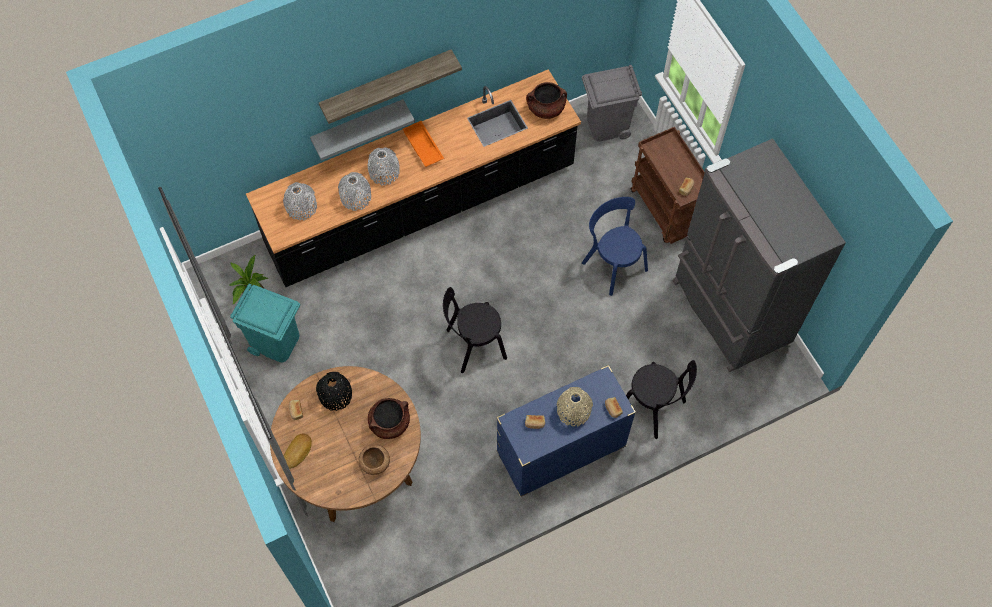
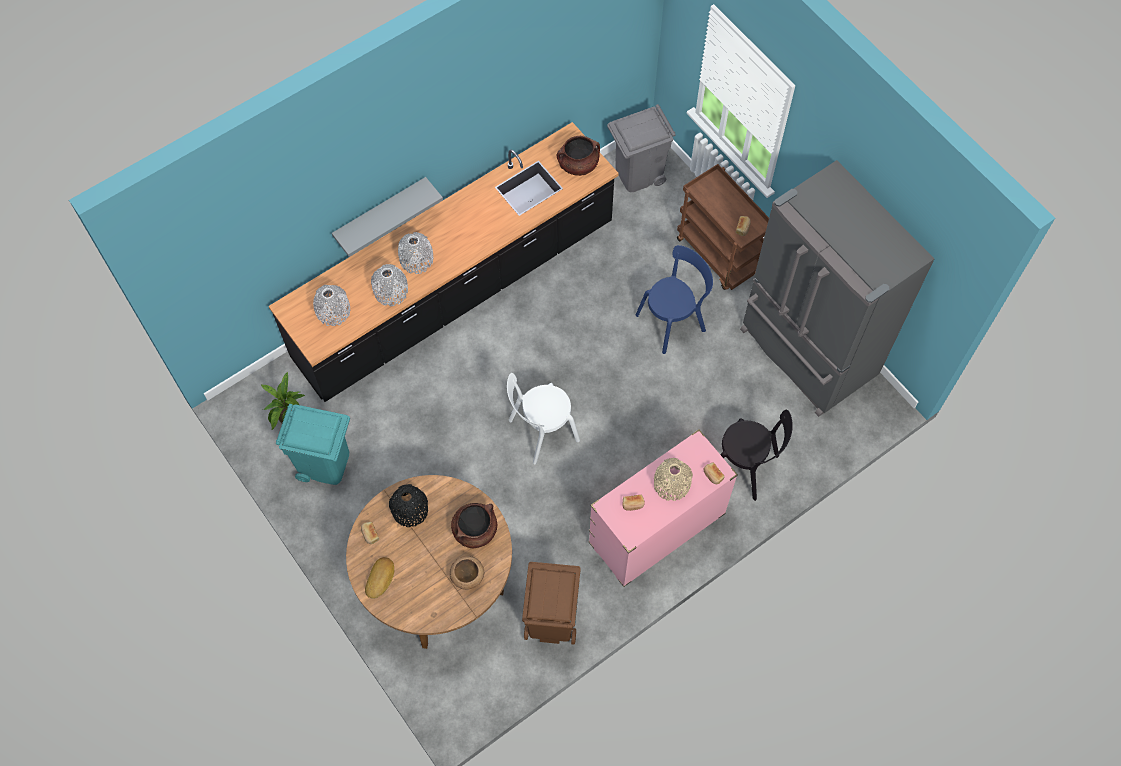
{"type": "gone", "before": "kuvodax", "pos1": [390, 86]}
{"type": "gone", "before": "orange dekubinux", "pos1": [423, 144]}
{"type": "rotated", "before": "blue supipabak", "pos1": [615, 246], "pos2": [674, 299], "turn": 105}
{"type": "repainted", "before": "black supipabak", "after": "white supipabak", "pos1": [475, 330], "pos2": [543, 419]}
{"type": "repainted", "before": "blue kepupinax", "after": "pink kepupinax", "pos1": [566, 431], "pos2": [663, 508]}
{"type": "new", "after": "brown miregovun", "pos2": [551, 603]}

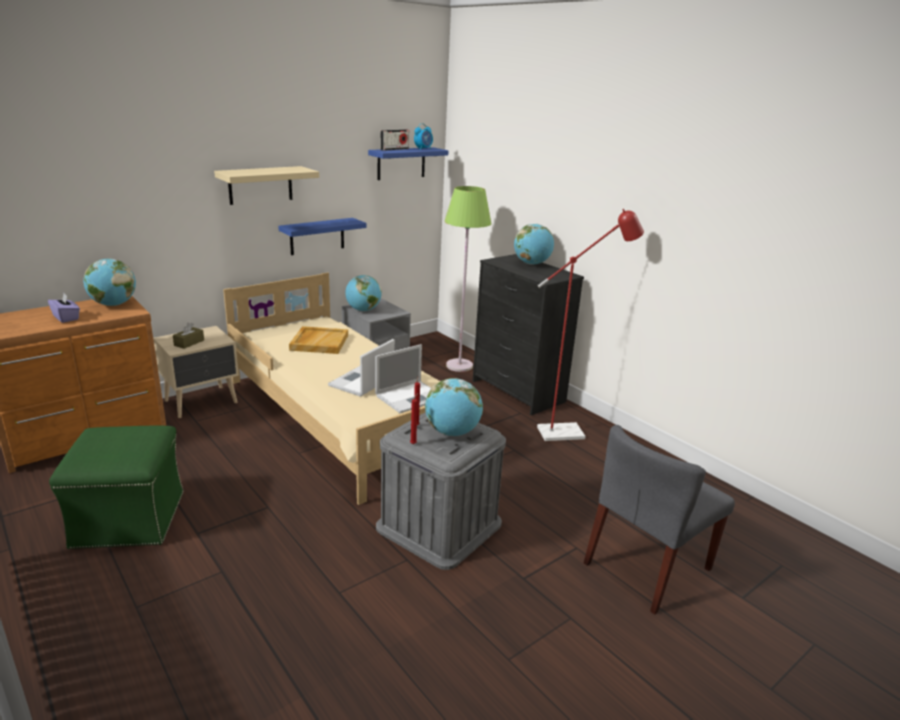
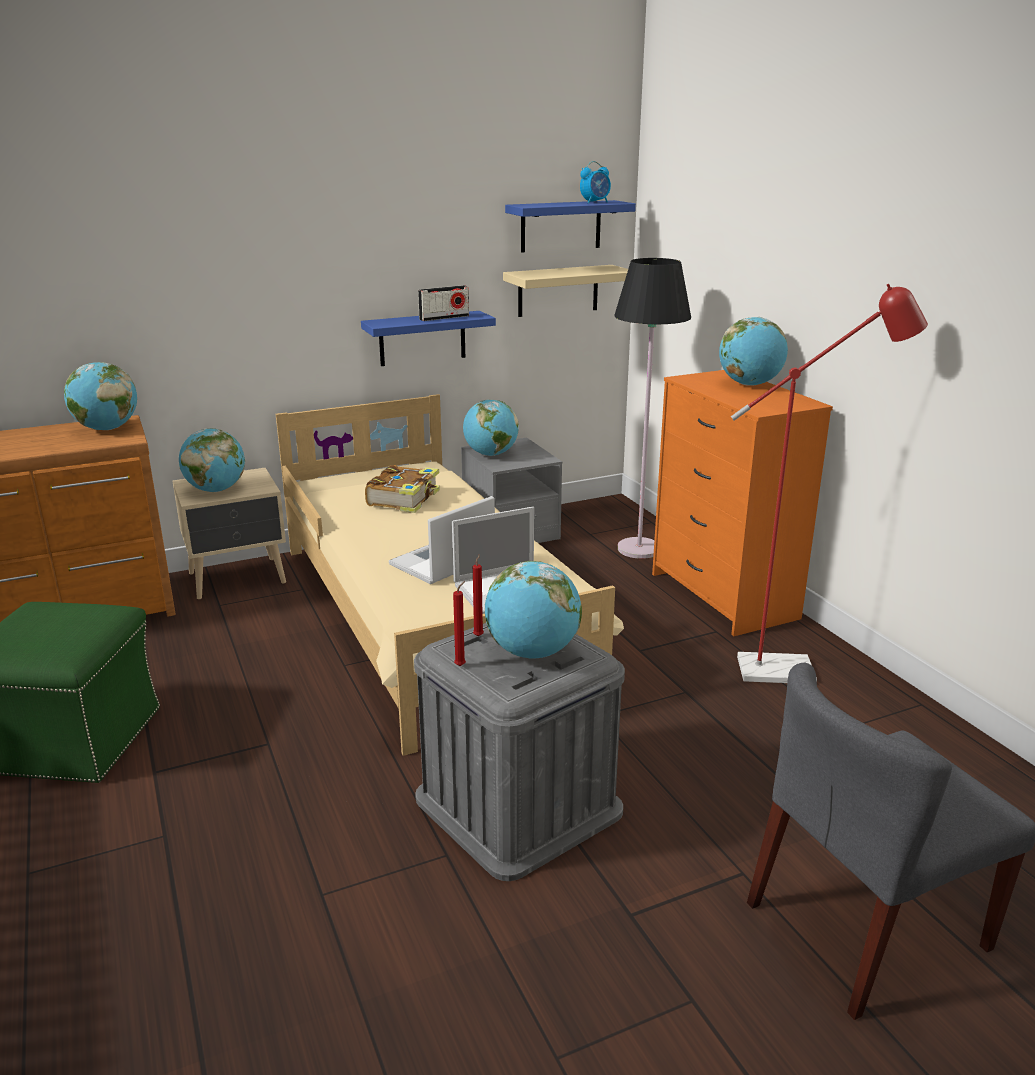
{"type": "shifted", "before": "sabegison", "pos1": [394, 140], "pos2": [443, 303]}
{"type": "shifted", "before": "beige kuvodax", "pos1": [266, 185], "pos2": [565, 291]}
{"type": "repainted", "before": "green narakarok", "after": "black narakarok", "pos1": [467, 279], "pos2": [652, 408]}
{"type": "repainted", "before": "black kepupinax", "after": "orange kepupinax", "pos1": [528, 334], "pos2": [742, 503]}
{"type": "gone", "before": "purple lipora", "pos1": [64, 308]}
{"type": "swapped", "before": "brown lipora", "after": "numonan", "pos1": [188, 335], "pos2": [212, 460]}
{"type": "swapped", "before": "beige dekubinux", "after": "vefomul", "pos1": [318, 340], "pos2": [402, 489]}

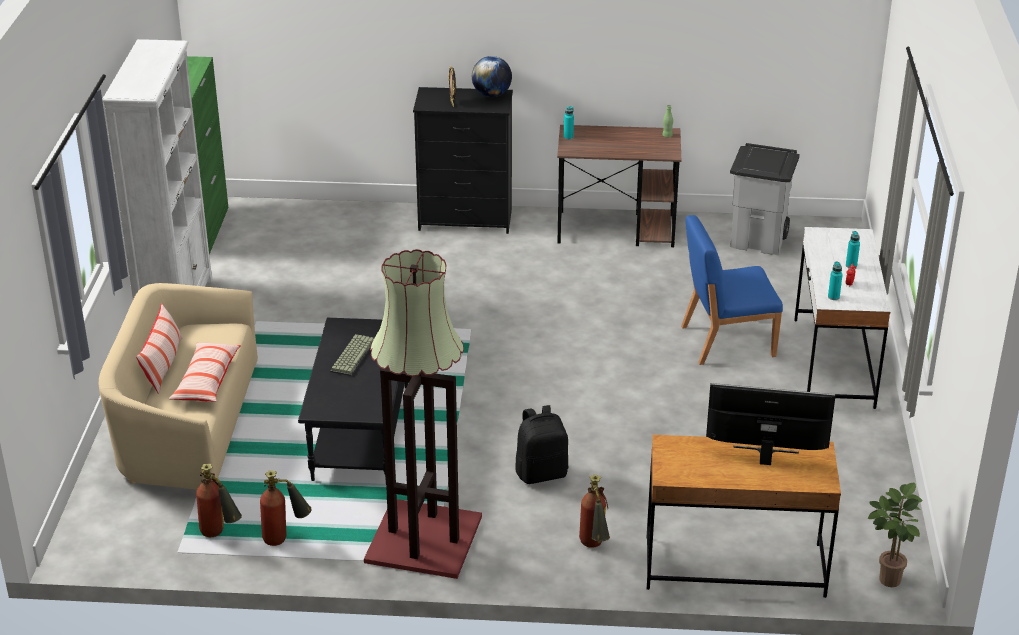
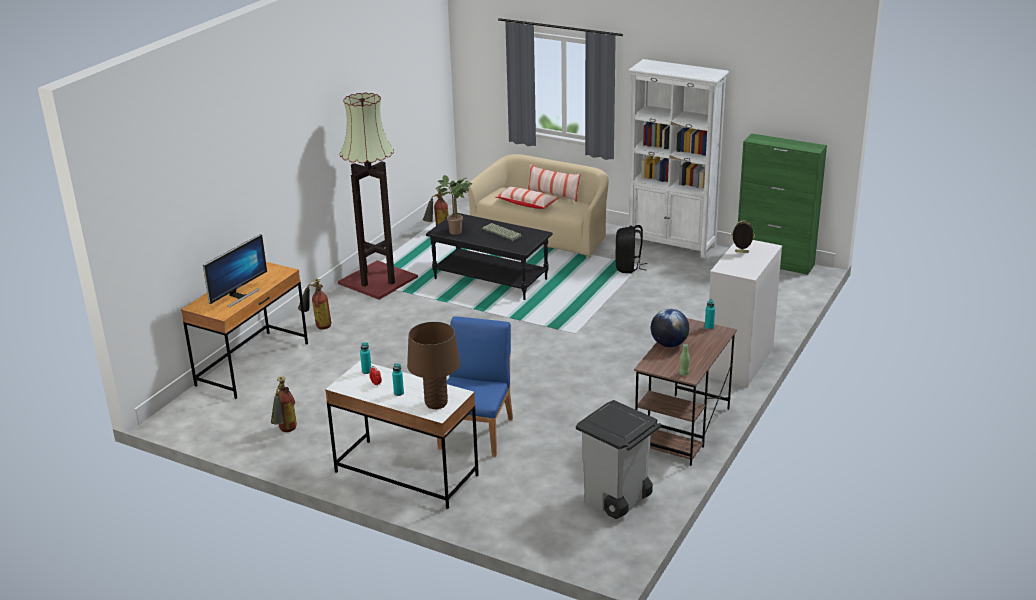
{"type": "shifted", "before": "numonan", "pos1": [492, 76], "pos2": [670, 328]}
{"type": "repainted", "before": "black kepupinax", "after": "white kepupinax", "pos1": [463, 160], "pos2": [743, 313]}
{"type": "shifted", "before": "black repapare", "pos1": [541, 444], "pos2": [631, 249]}
{"type": "shifted", "before": "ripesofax", "pos1": [286, 508], "pos2": [284, 404]}
{"type": "shifted", "before": "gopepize", "pos1": [895, 535], "pos2": [454, 205]}
{"type": "new", "after": "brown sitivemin", "pos2": [433, 366]}

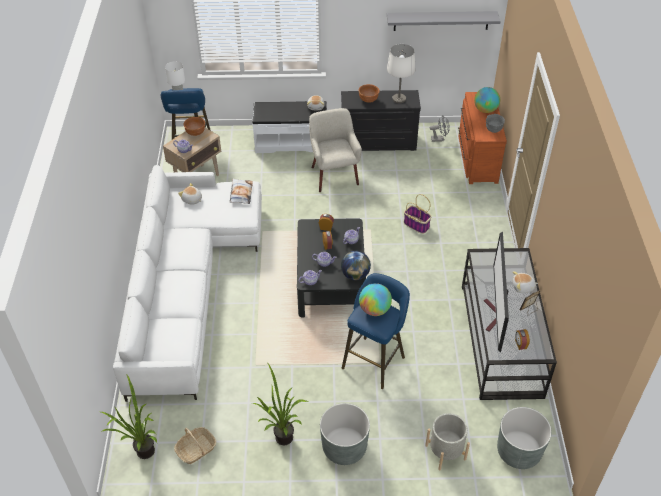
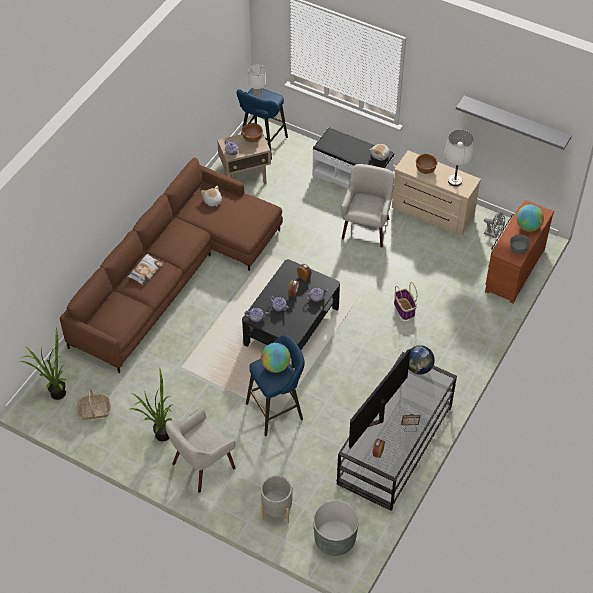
{"type": "repainted", "before": "black kepupinax", "after": "beige kepupinax", "pos1": [381, 120], "pos2": [436, 193]}
{"type": "repainted", "before": "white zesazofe", "after": "brown zesazofe", "pos1": [187, 283], "pos2": [171, 265]}
{"type": "shifted", "before": "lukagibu", "pos1": [241, 191], "pos2": [145, 269]}
{"type": "shifted", "before": "numonan", "pos1": [356, 265], "pos2": [422, 360]}
{"type": "gone", "before": "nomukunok", "pos1": [525, 282]}
{"type": "swapped", "before": "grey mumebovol", "after": "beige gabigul", "pos1": [345, 434], "pos2": [200, 450]}

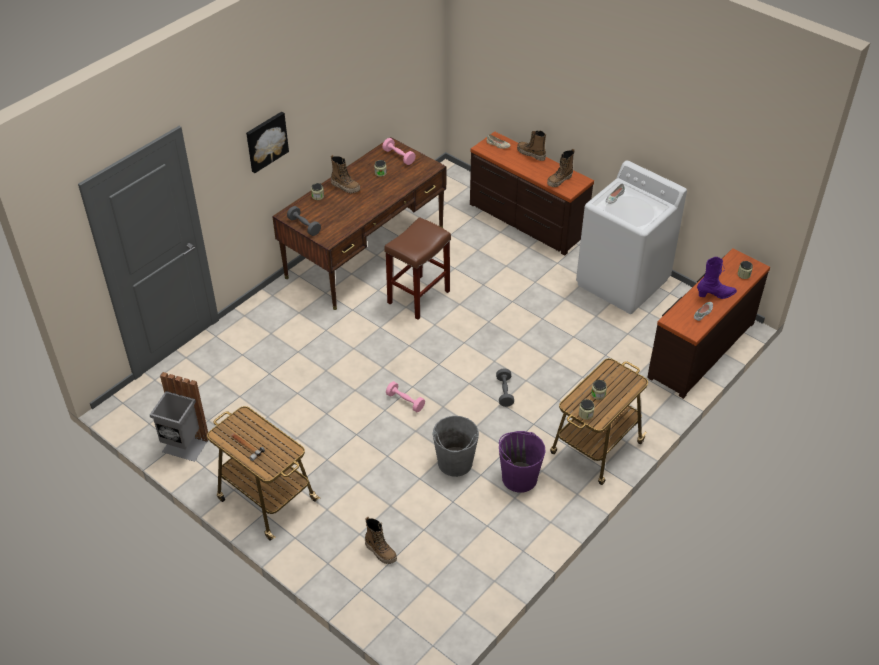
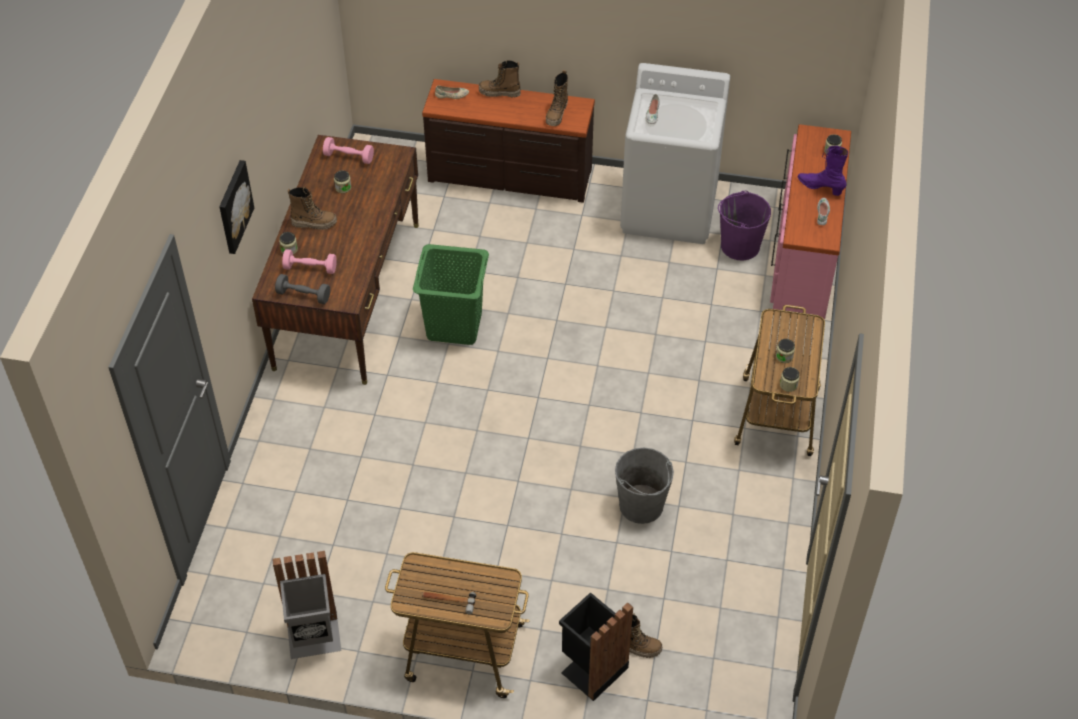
{"type": "swapped", "before": "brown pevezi", "after": "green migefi", "pos1": [417, 268], "pos2": [451, 294]}
{"type": "repainted", "before": "brown kepupinax", "after": "pink kepupinax", "pos1": [708, 323], "pos2": [810, 221]}
{"type": "rotated", "before": "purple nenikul", "pos1": [717, 278], "pos2": [823, 171], "turn": -105}
{"type": "gone", "before": "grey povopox", "pos1": [505, 387]}
{"type": "shifted", "before": "pink povopox", "pos1": [405, 396], "pos2": [309, 261]}
{"type": "shifted", "before": "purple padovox", "pos1": [522, 462], "pos2": [744, 226]}
{"type": "new", "after": "black miregovun", "pos2": [596, 646]}

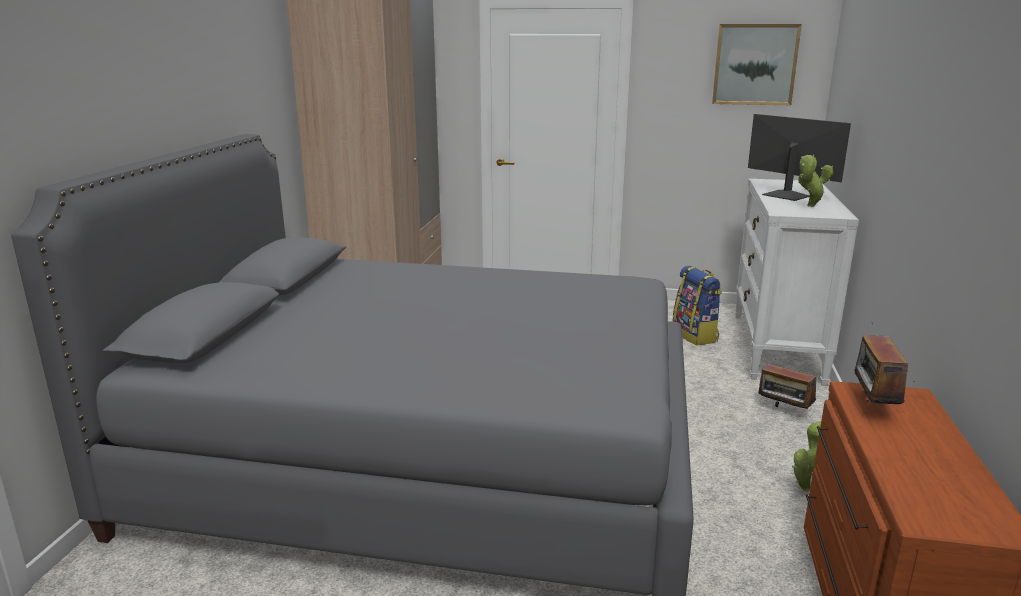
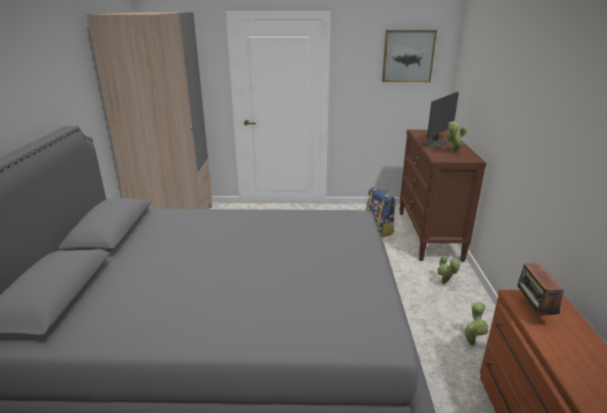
{"type": "rotated", "before": "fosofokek", "pos1": [799, 157], "pos2": [440, 120], "turn": 90}
{"type": "repainted", "before": "white kepupinax", "after": "brown kepupinax", "pos1": [797, 282], "pos2": [442, 196]}
{"type": "swapped", "before": "sabegison", "after": "gopepize", "pos1": [787, 386], "pos2": [448, 269]}

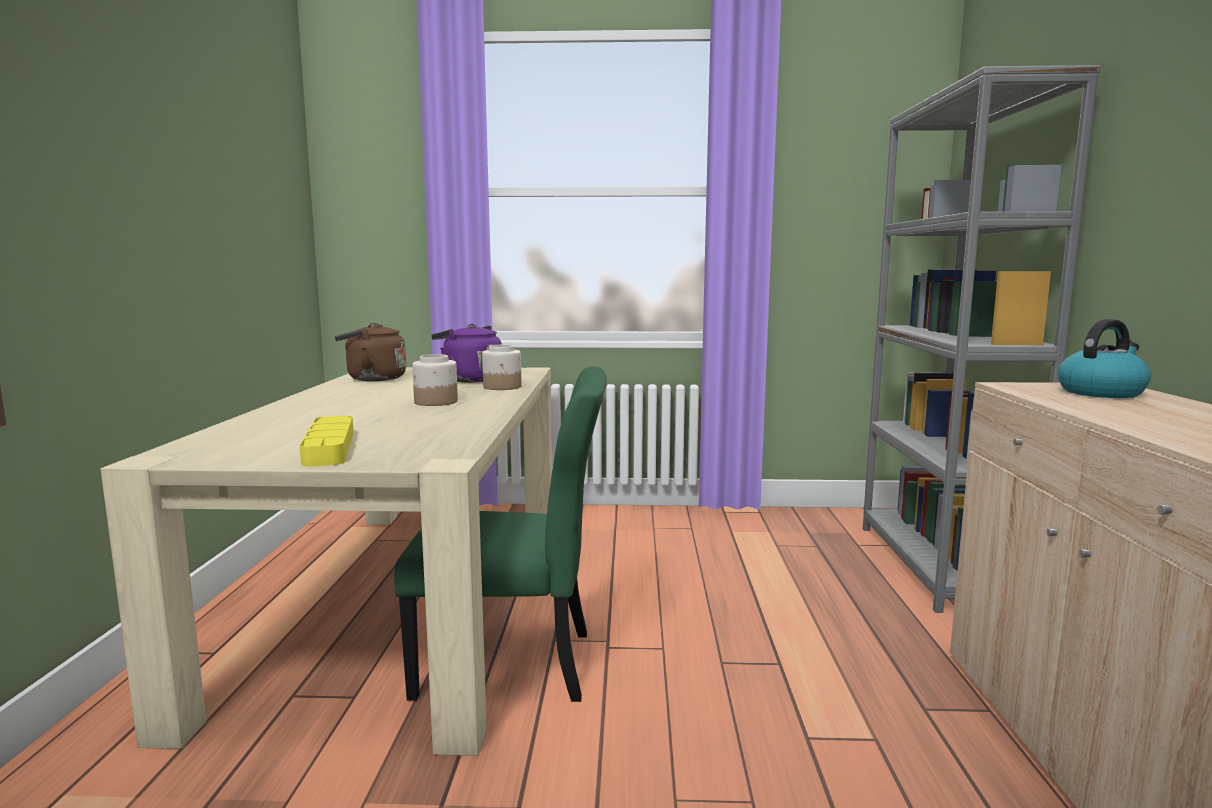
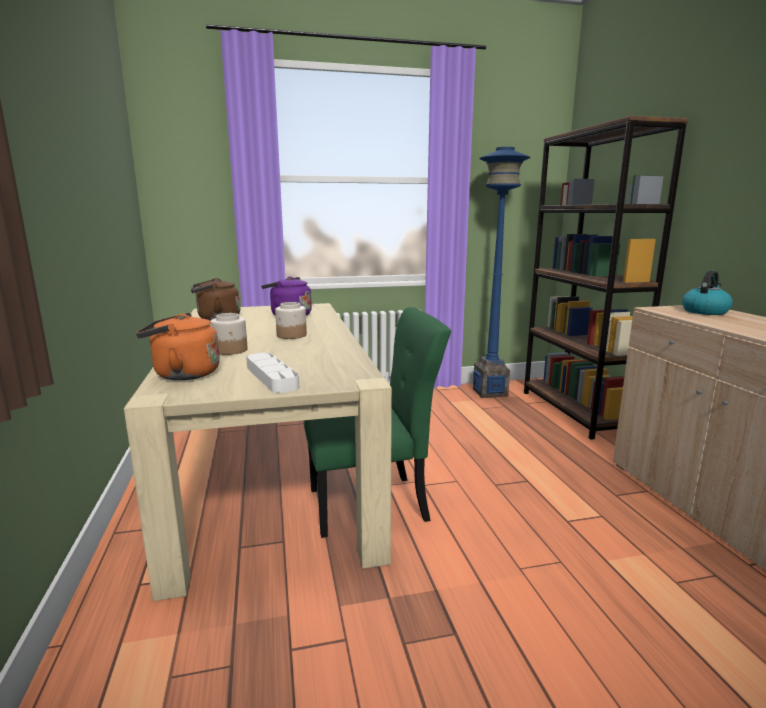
{"type": "repainted", "before": "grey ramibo", "after": "brown ramibo", "pos1": [982, 339], "pos2": [606, 278]}
{"type": "shifted", "before": "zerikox", "pos1": [502, 367], "pos2": [228, 334]}
{"type": "repainted", "before": "yellow dekubinux", "after": "white dekubinux", "pos1": [327, 441], "pos2": [272, 373]}
{"type": "new", "after": "blue narakarok", "pos2": [501, 272]}
{"type": "new", "after": "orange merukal", "pos2": [178, 346]}

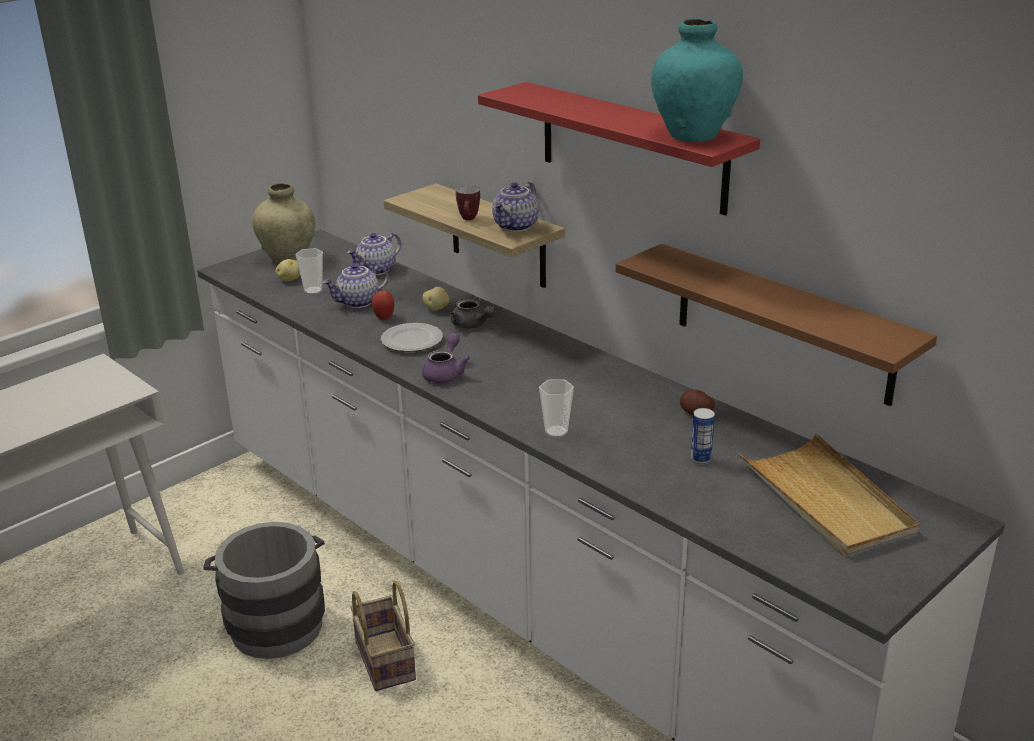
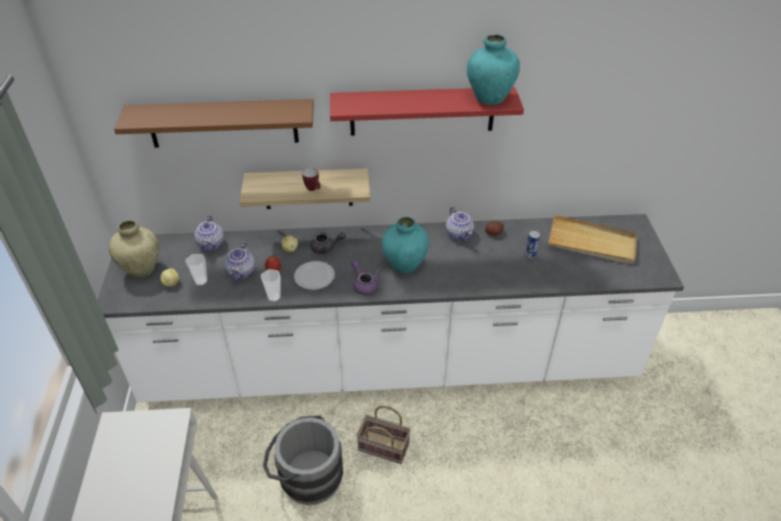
{"type": "shifted", "before": "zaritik", "pos1": [515, 207], "pos2": [460, 223]}
{"type": "shifted", "before": "brown kuvodax", "pos1": [776, 325], "pos2": [214, 123]}
{"type": "shifted", "before": "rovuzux", "pos1": [556, 408], "pos2": [271, 285]}
{"type": "new", "after": "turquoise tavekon", "pos2": [405, 245]}

